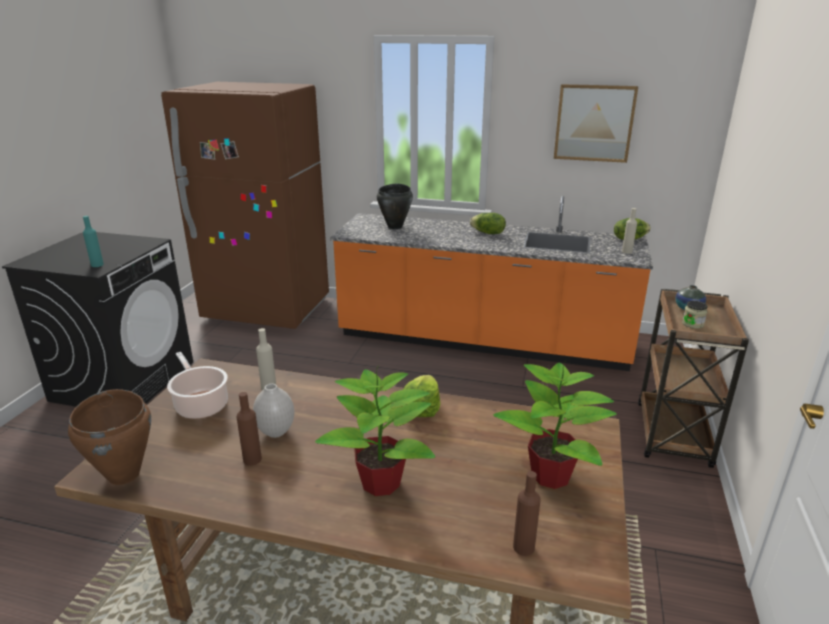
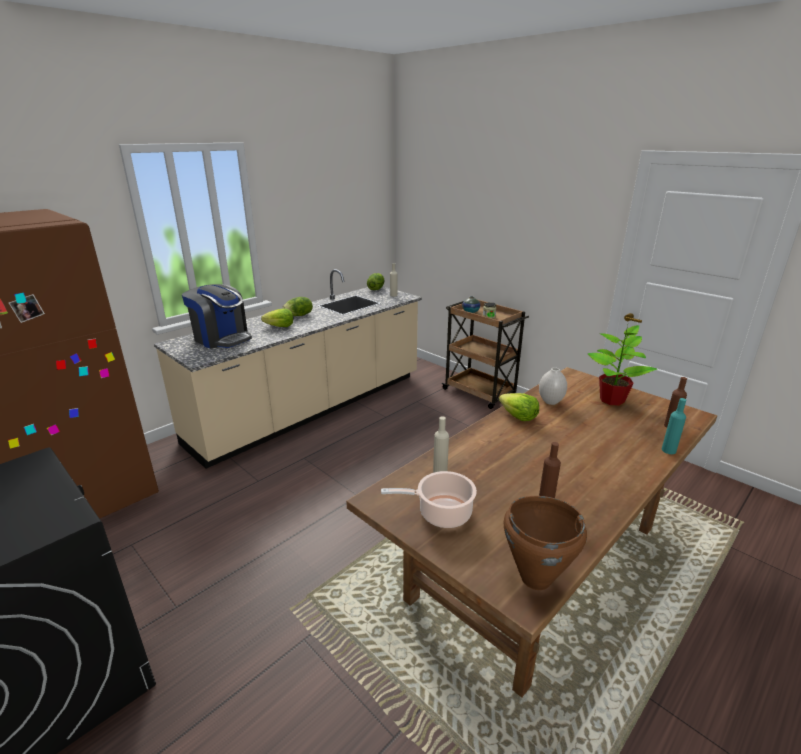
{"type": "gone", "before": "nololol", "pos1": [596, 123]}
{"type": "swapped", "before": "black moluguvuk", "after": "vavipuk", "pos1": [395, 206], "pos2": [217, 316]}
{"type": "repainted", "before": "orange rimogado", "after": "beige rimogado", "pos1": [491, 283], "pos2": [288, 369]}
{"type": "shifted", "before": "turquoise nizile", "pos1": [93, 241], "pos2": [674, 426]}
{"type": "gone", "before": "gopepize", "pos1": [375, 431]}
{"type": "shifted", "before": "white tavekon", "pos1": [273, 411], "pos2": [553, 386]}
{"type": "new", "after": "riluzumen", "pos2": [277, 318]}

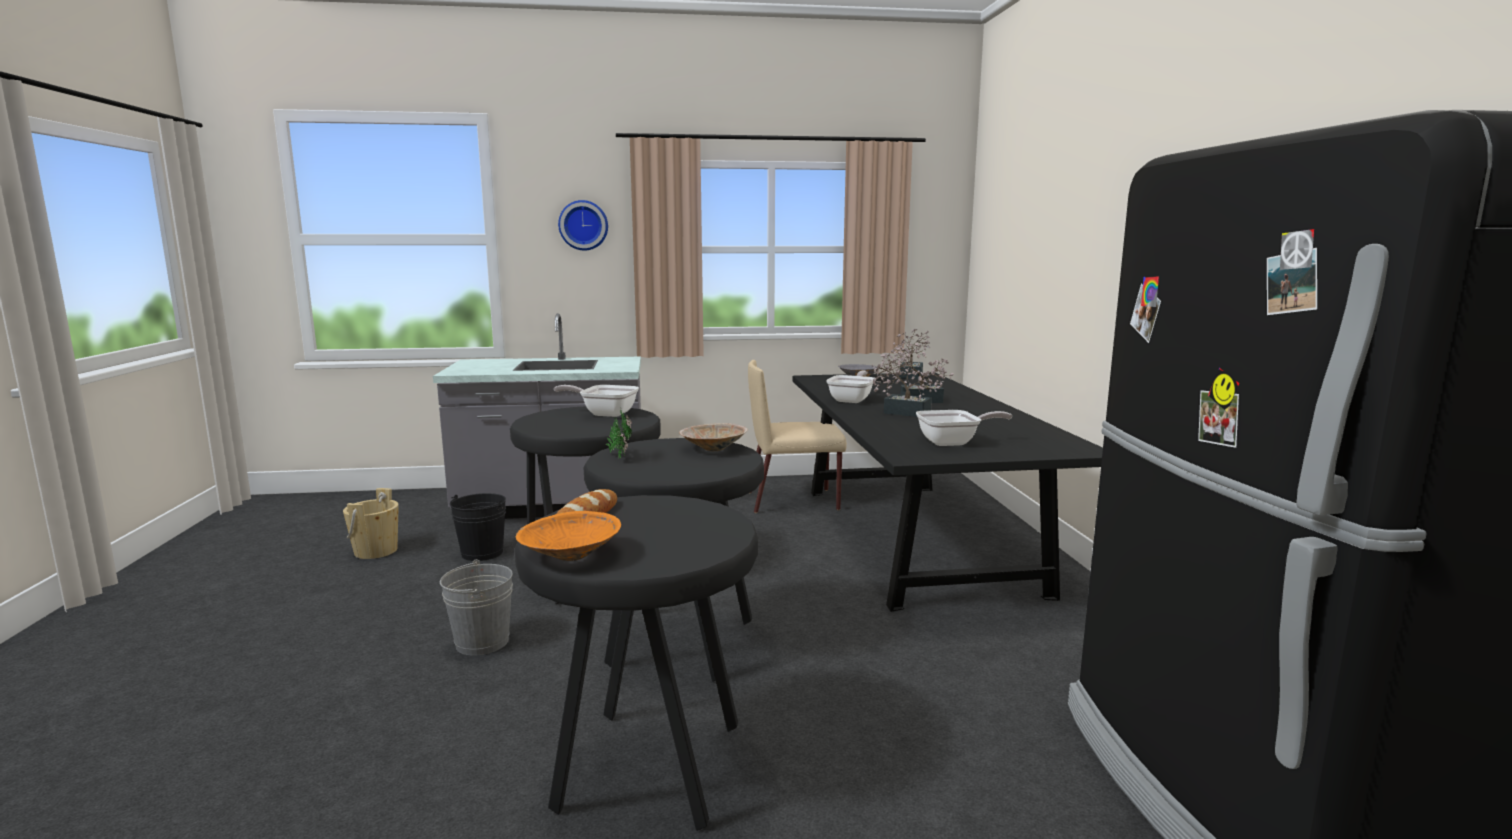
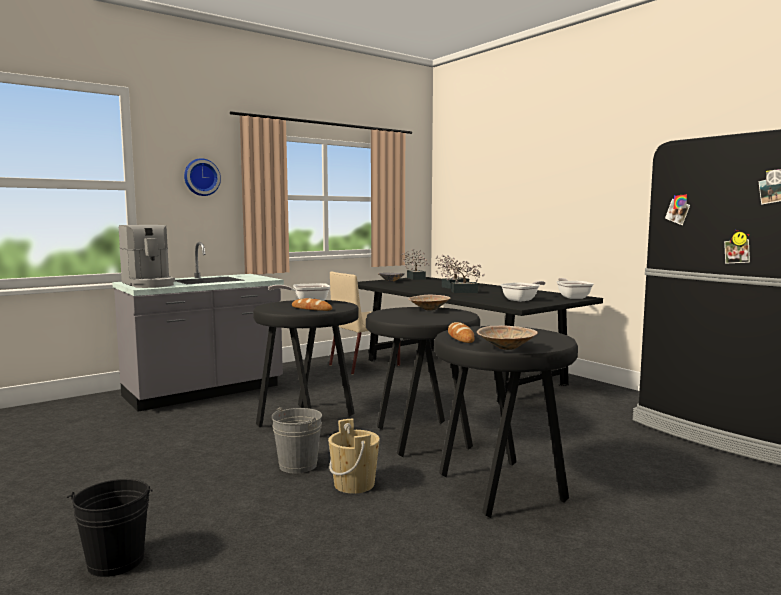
{"type": "shifted", "before": "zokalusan", "pos1": [850, 387], "pos2": [575, 288]}
{"type": "gone", "before": "gopepize", "pos1": [618, 434]}
{"type": "shifted", "before": "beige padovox", "pos1": [371, 523], "pos2": [354, 456]}
{"type": "shifted", "before": "black padovox", "pos1": [478, 527], "pos2": [109, 528]}
{"type": "repainted", "before": "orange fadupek", "after": "beige fadupek", "pos1": [568, 536], "pos2": [507, 337]}
{"type": "new", "after": "vavipuk", "pos2": [147, 256]}
{"type": "new", "after": "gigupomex", "pos2": [312, 304]}

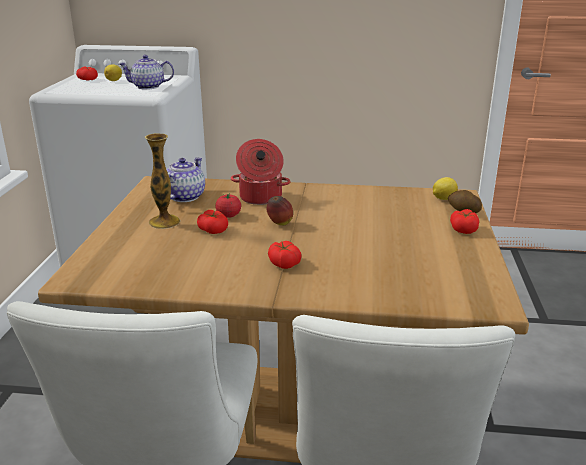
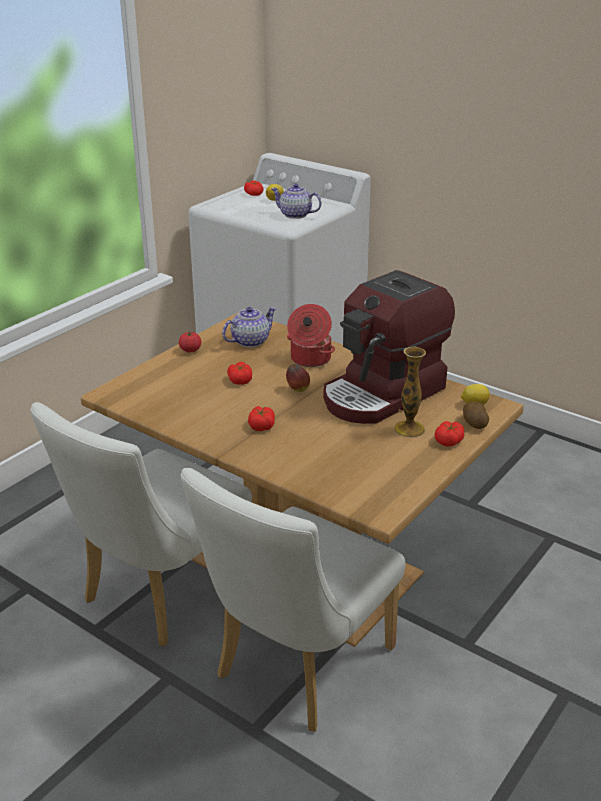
{"type": "shifted", "before": "tavekon", "pos1": [163, 181], "pos2": [410, 392]}
{"type": "shifted", "before": "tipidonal", "pos1": [228, 205], "pos2": [190, 341]}
{"type": "new", "after": "vavipuk", "pos2": [389, 347]}

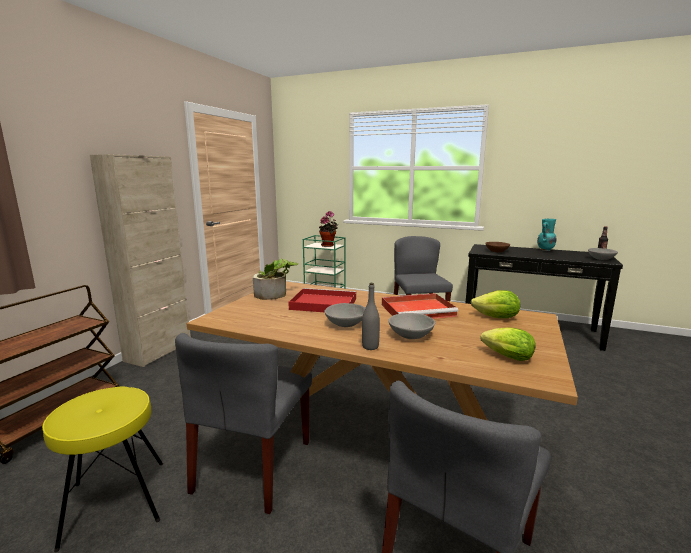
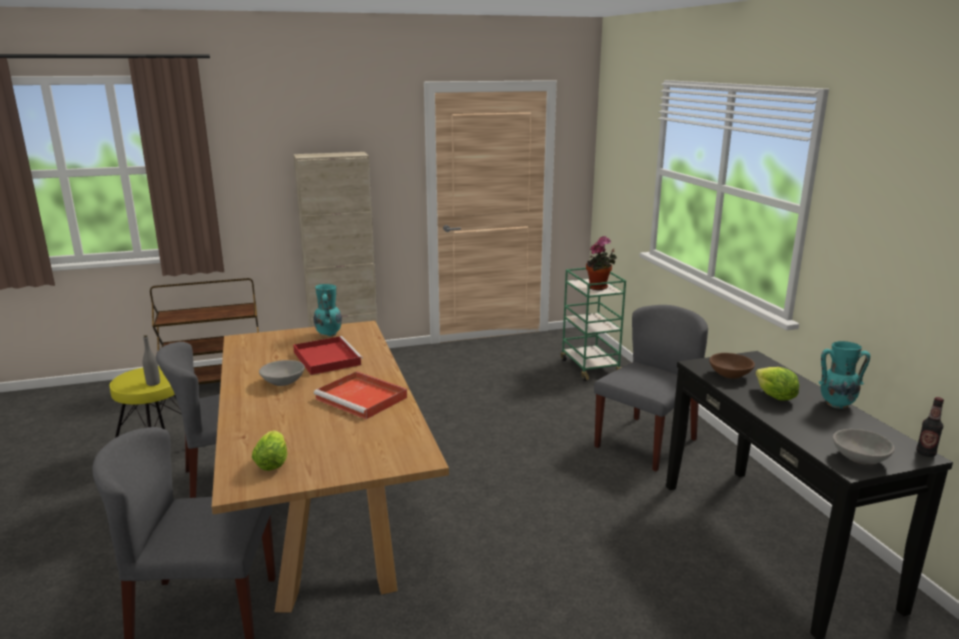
{"type": "swapped", "before": "gopepize", "after": "turquoise tavekon", "pos1": [275, 279], "pos2": [328, 310]}
{"type": "shifted", "before": "grey nizile", "pos1": [371, 316], "pos2": [151, 360]}
{"type": "shifted", "before": "riluzumen", "pos1": [495, 304], "pos2": [777, 383]}
{"type": "gone", "before": "grey fadupek", "pos1": [411, 326]}

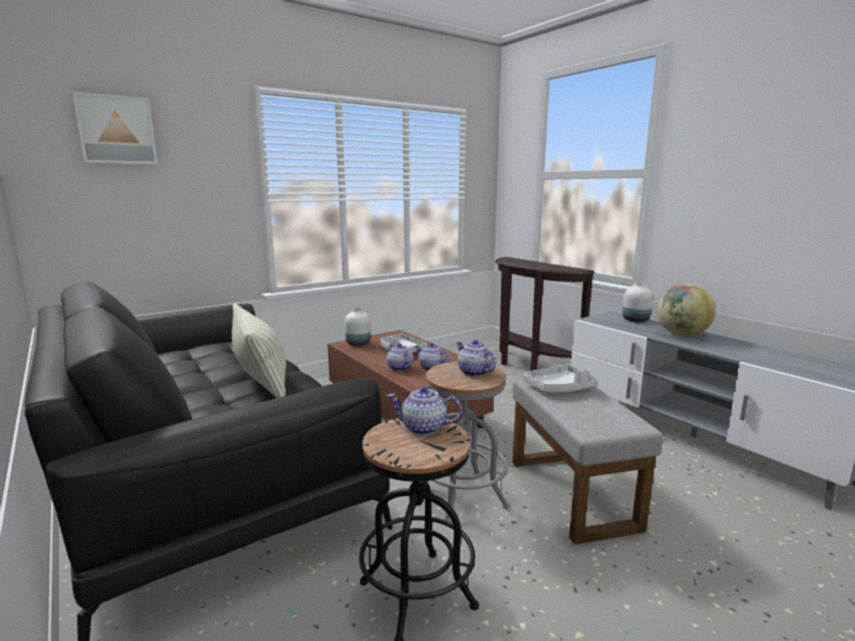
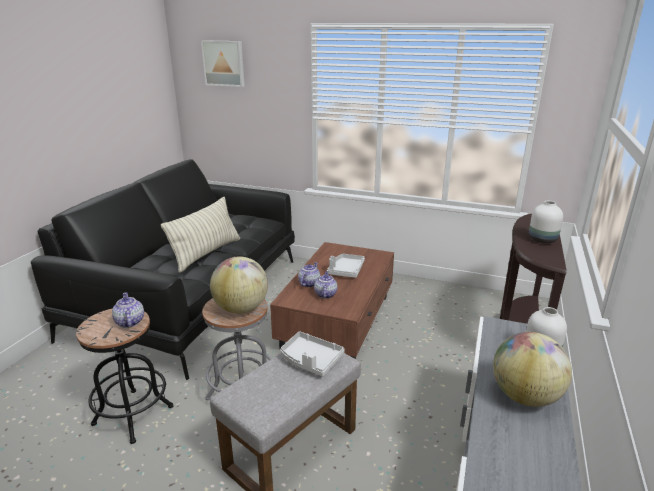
{"type": "shifted", "before": "white tavekon", "pos1": [358, 327], "pos2": [546, 222]}
{"type": "swapped", "before": "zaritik", "after": "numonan", "pos1": [476, 358], "pos2": [239, 285]}

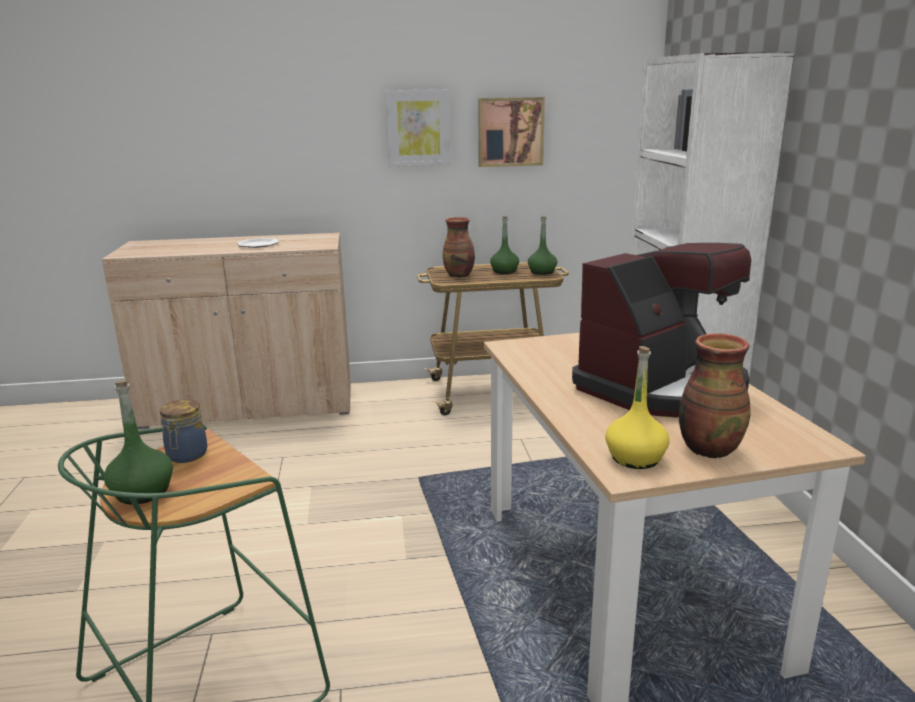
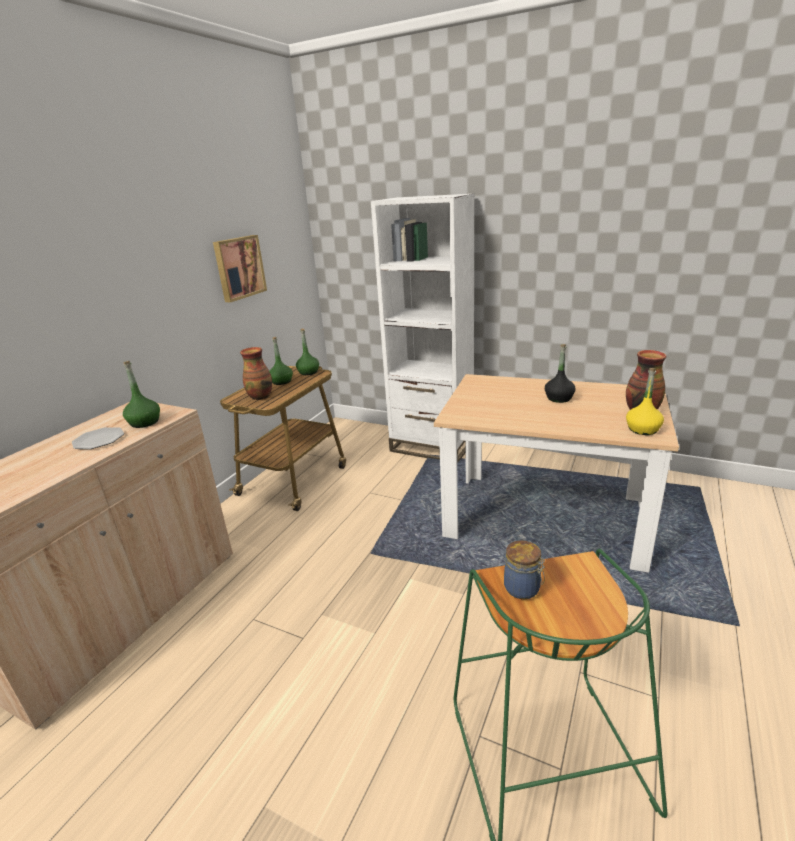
{"type": "gone", "before": "nololol", "pos1": [418, 127]}
{"type": "swapped", "before": "vavipuk", "after": "black nizile", "pos1": [661, 330], "pos2": [560, 373]}
{"type": "shifted", "before": "green nizile", "pos1": [138, 443], "pos2": [141, 394]}

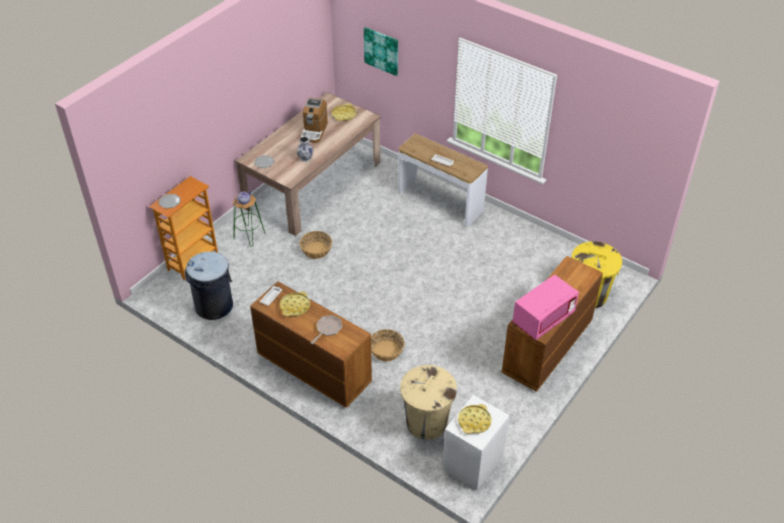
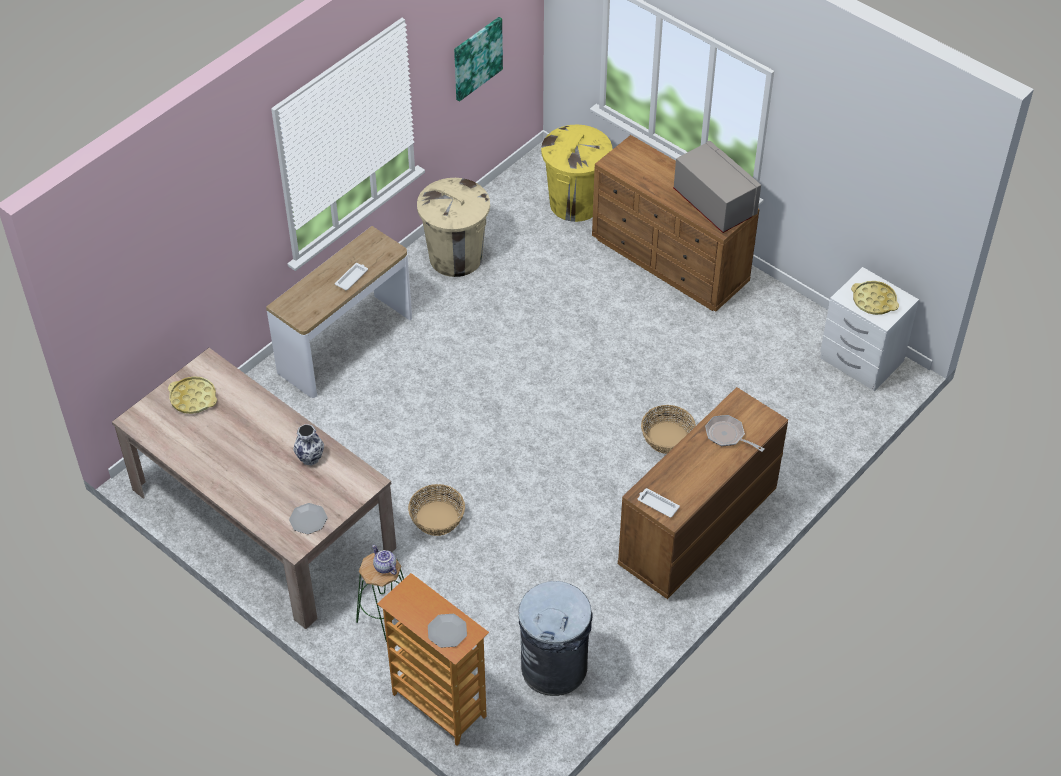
{"type": "shifted", "before": "nololol", "pos1": [381, 51], "pos2": [478, 59]}
{"type": "gone", "before": "vavipuk", "pos1": [314, 120]}
{"type": "repainted", "before": "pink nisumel", "after": "grey nisumel", "pos1": [545, 307], "pos2": [717, 187]}
{"type": "gone", "before": "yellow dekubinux", "pos1": [295, 304]}
{"type": "shifted", "before": "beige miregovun", "pos1": [428, 402], "pos2": [453, 227]}

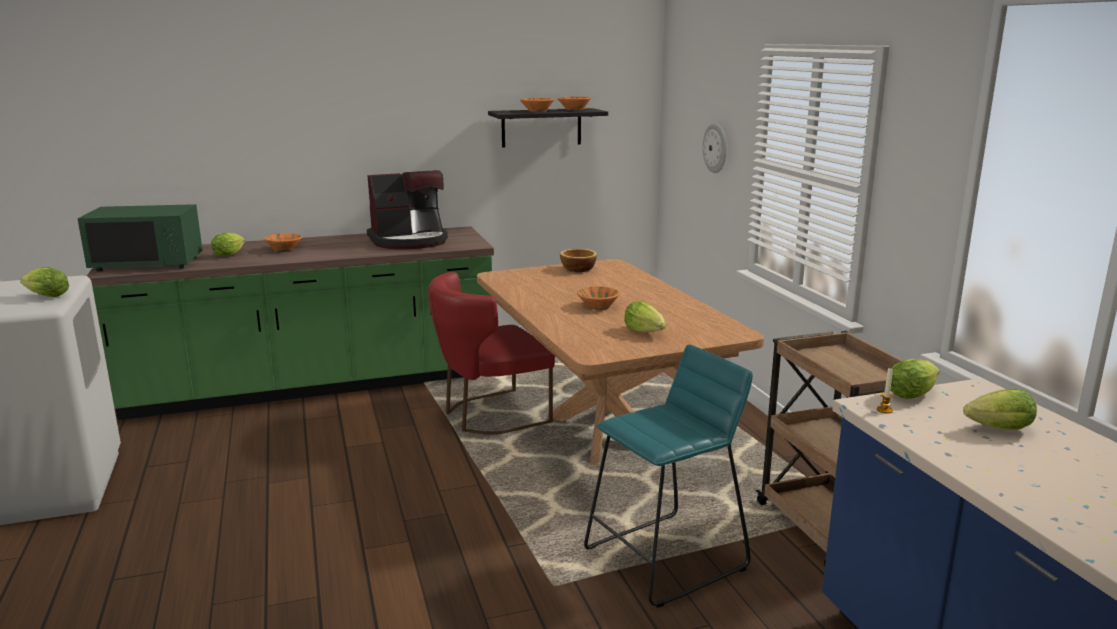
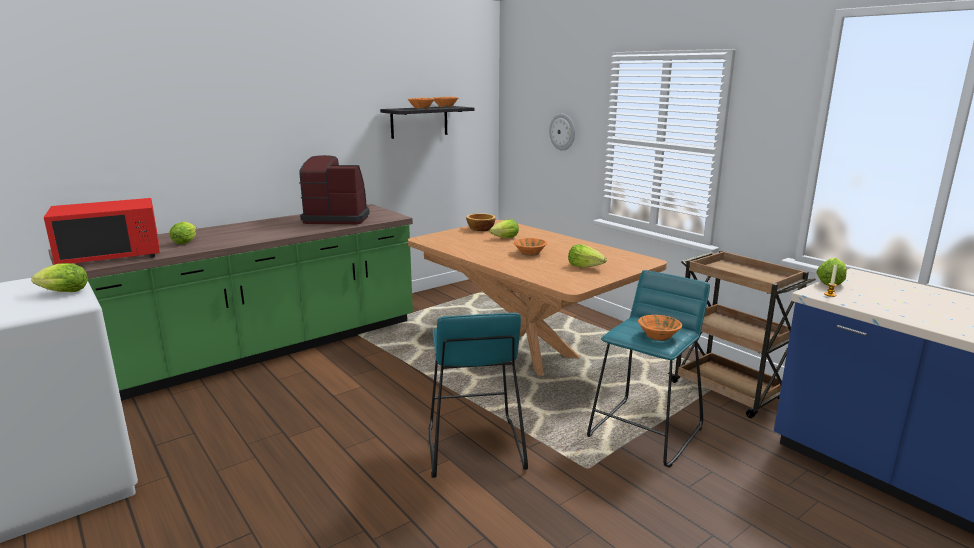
{"type": "rotated", "before": "vavipuk", "pos1": [407, 209], "pos2": [334, 189], "turn": -135}
{"type": "repainted", "before": "green nisumel", "after": "red nisumel", "pos1": [139, 238], "pos2": [102, 231]}
{"type": "shifted", "before": "orange fadupek", "pos1": [283, 242], "pos2": [660, 328]}
{"type": "gone", "before": "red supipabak", "pos1": [491, 353]}
{"type": "shifted", "before": "riluzumen", "pos1": [1000, 409], "pos2": [504, 228]}
{"type": "new", "after": "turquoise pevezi", "pos2": [478, 395]}

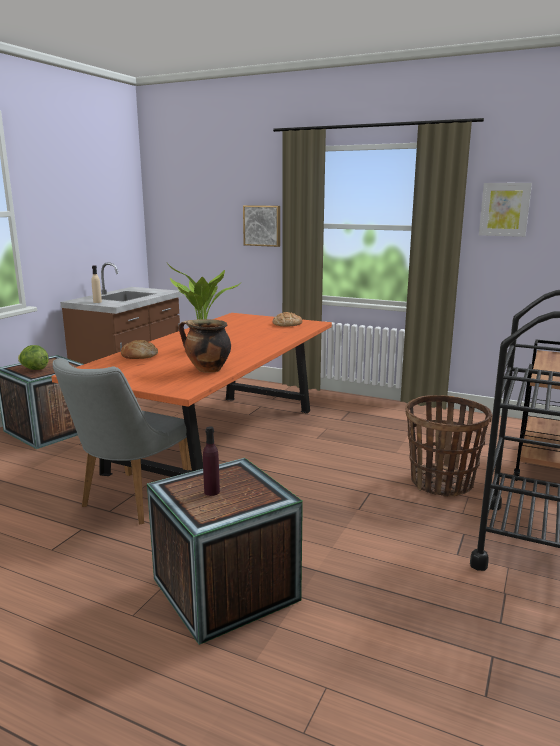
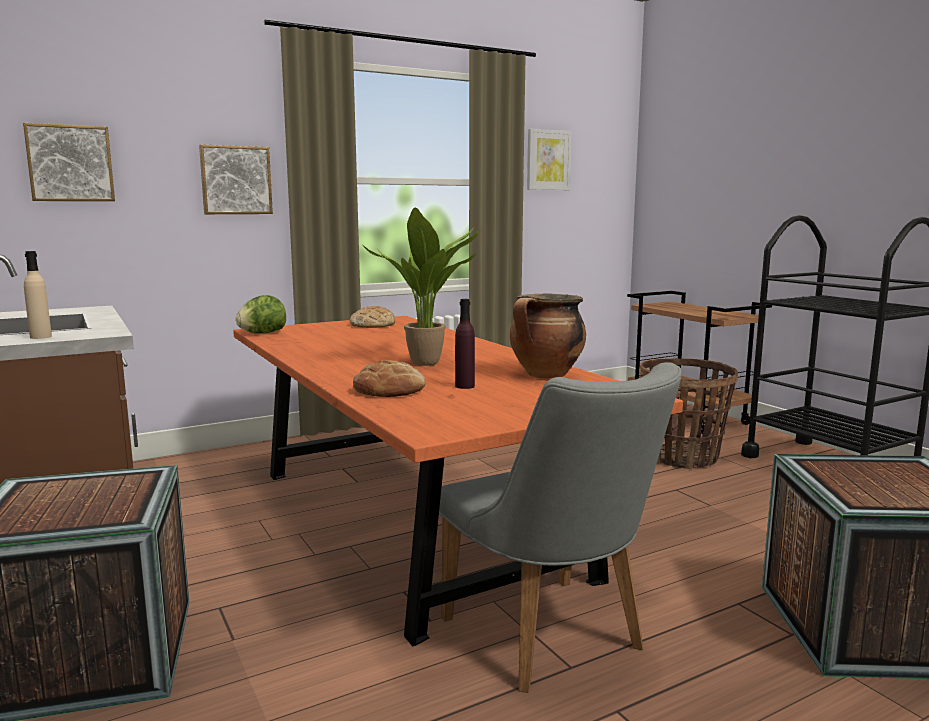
{"type": "shifted", "before": "riluzumen", "pos1": [33, 357], "pos2": [261, 314]}
{"type": "shifted", "before": "purple nizile", "pos1": [211, 461], "pos2": [465, 344]}
{"type": "new", "after": "nololol", "pos2": [69, 162]}

